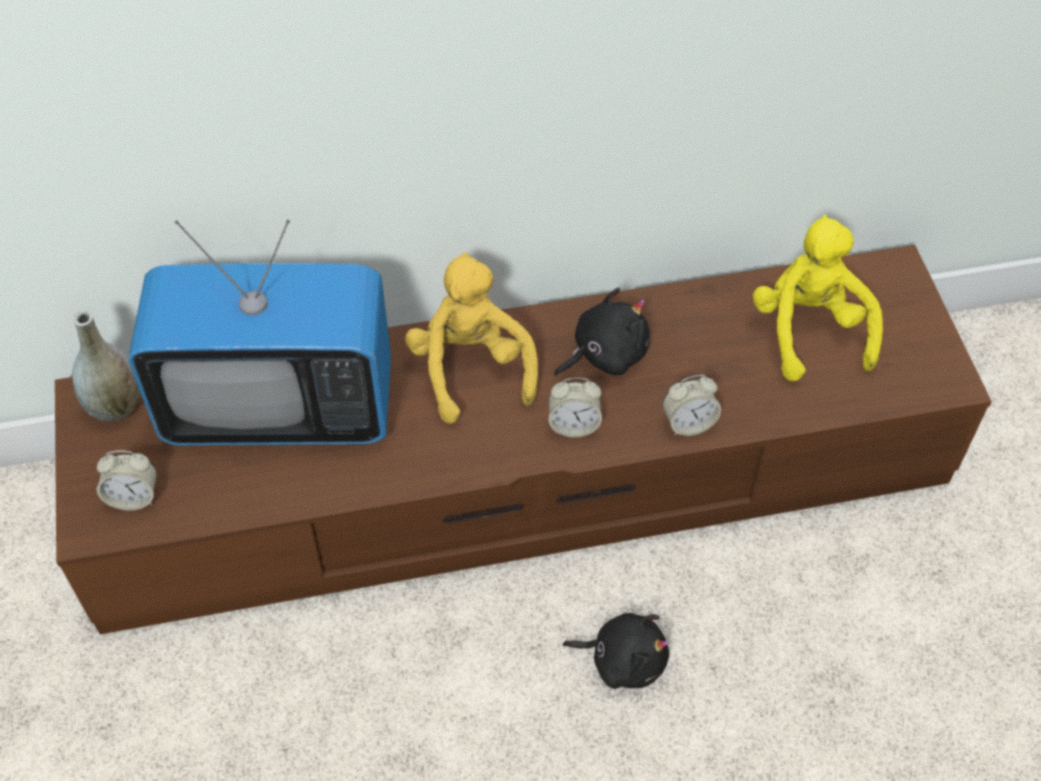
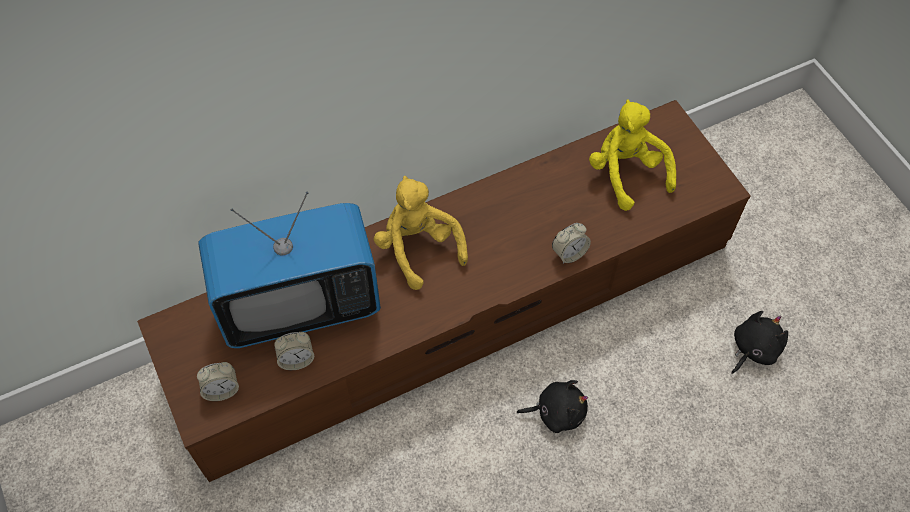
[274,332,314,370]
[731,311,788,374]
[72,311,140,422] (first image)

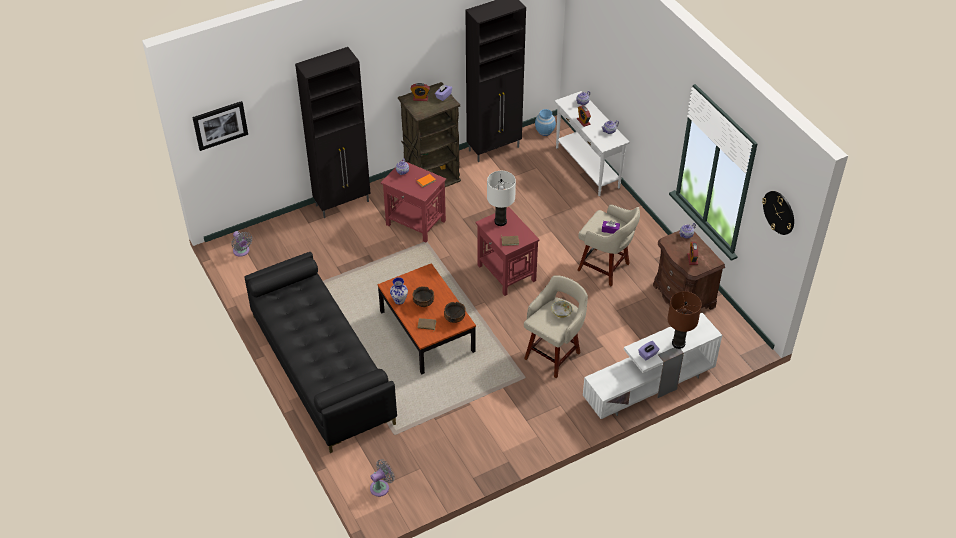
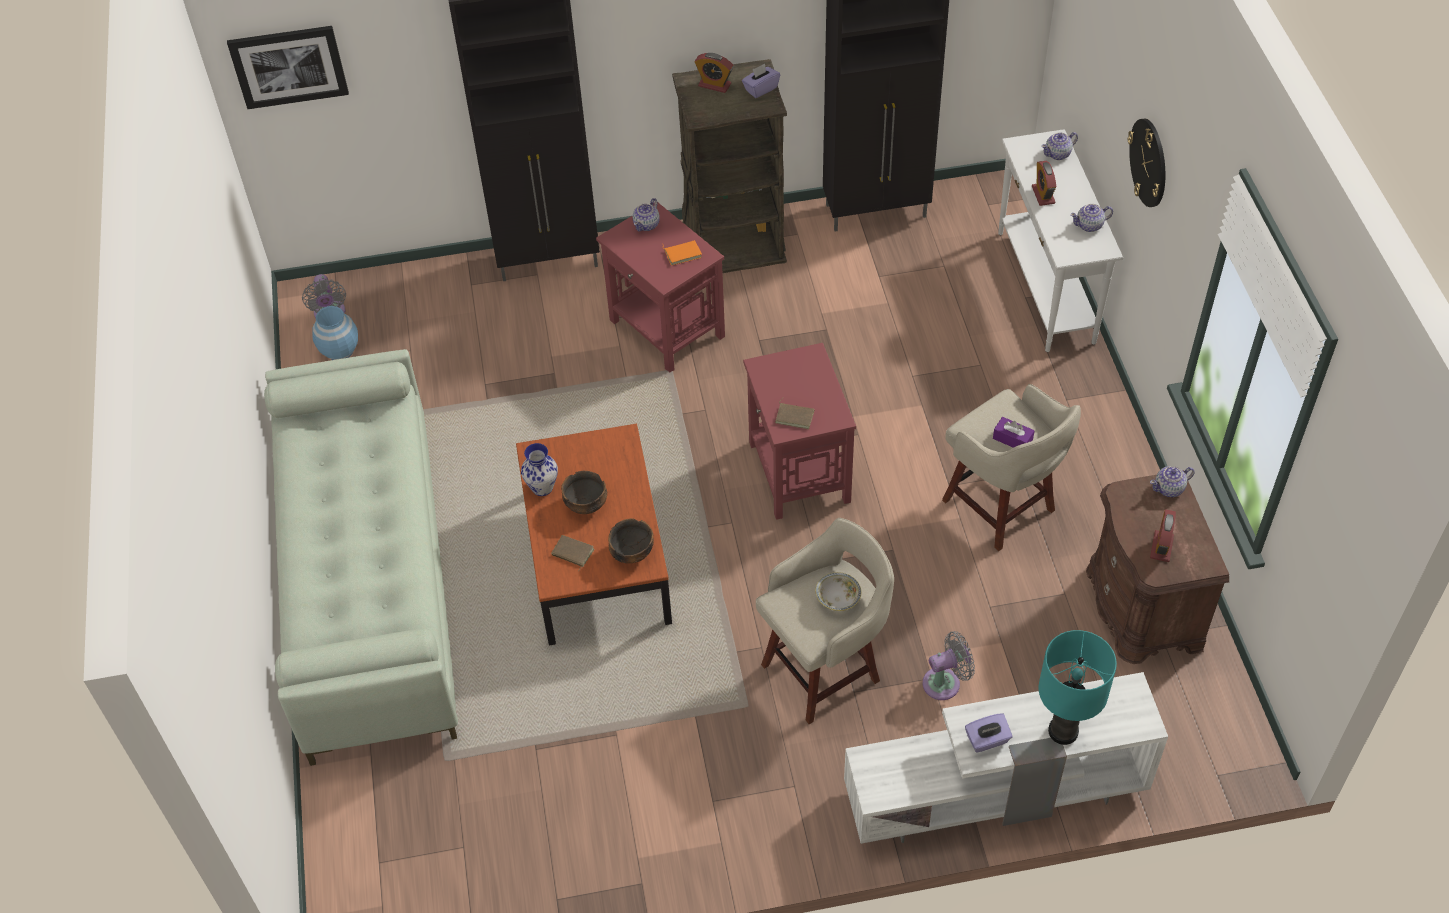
[264,349,458,766]
[312,306,358,360]
[923,631,975,700]
[1038,630,1117,745]
[1128,118,1165,207]
[487,171,516,226] (first image)

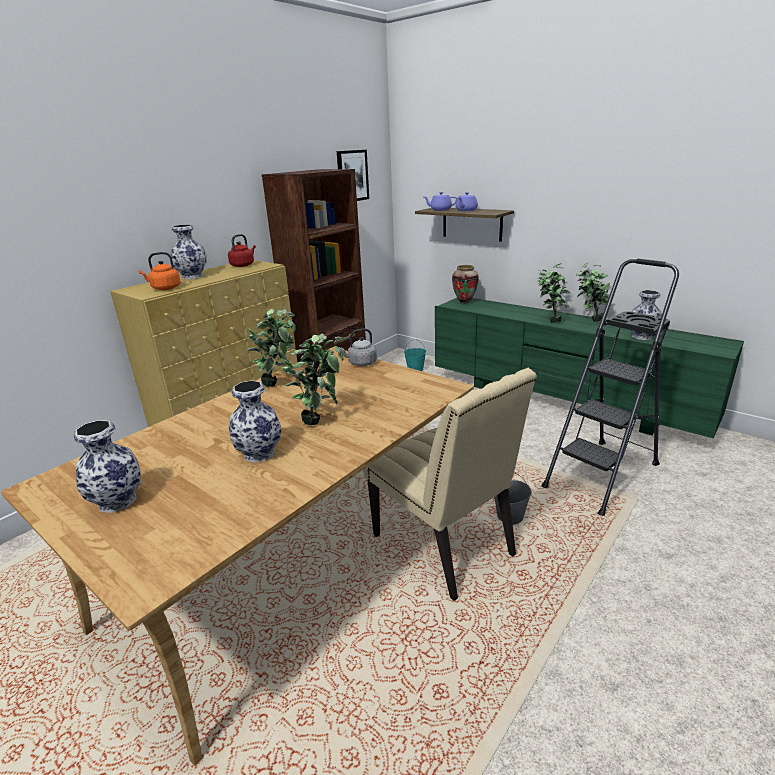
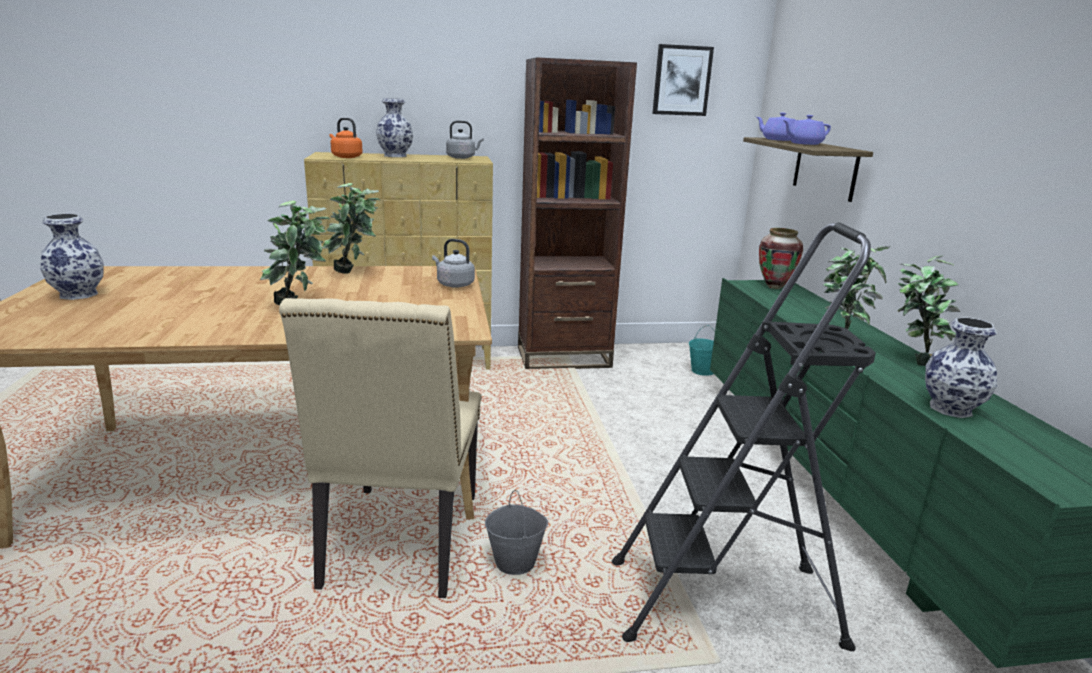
[446,120,484,159]
[229,380,281,463] (first image)

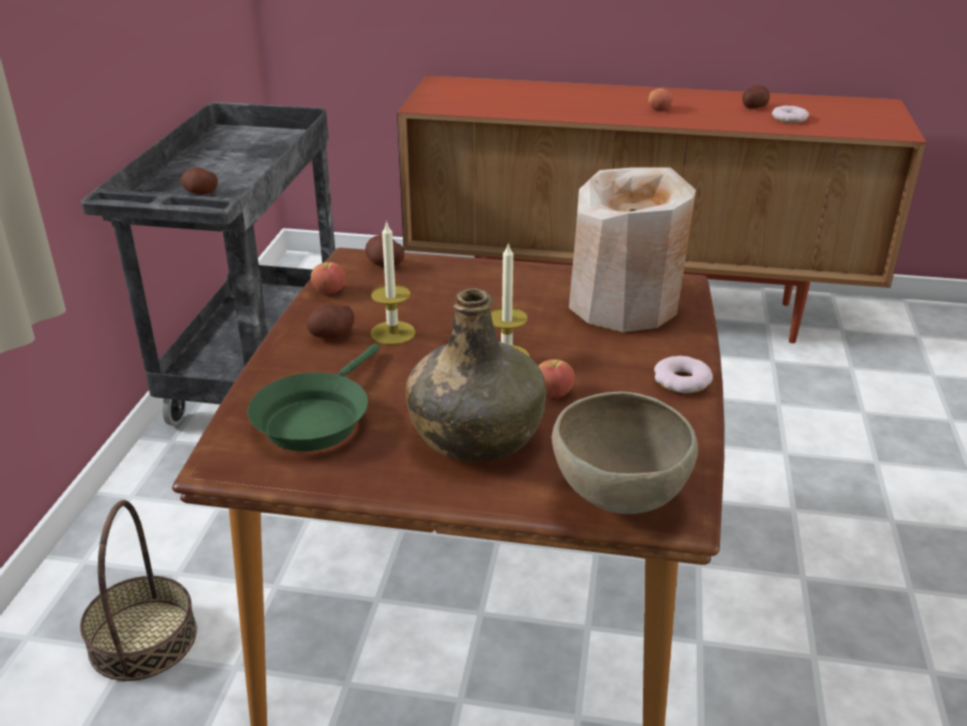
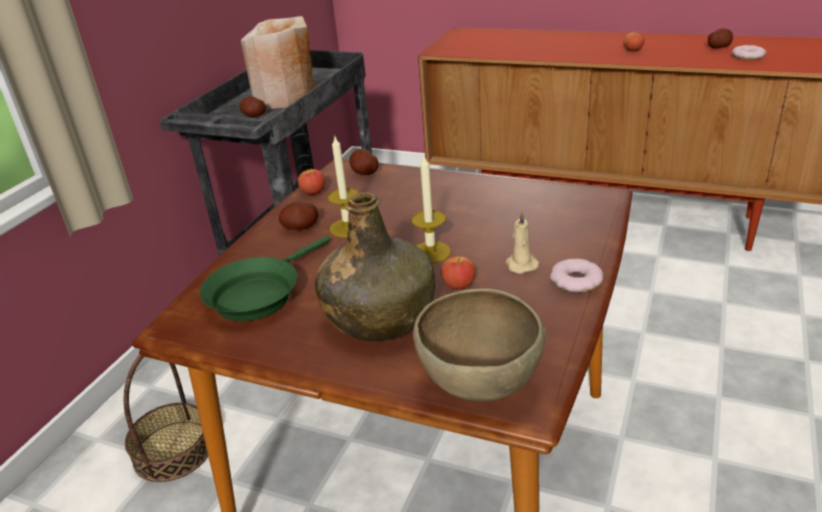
[241,16,314,109]
[505,211,539,274]

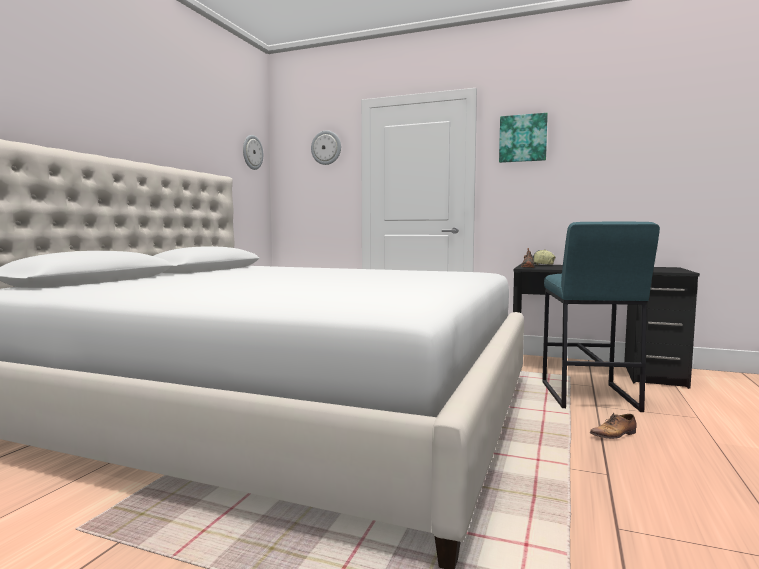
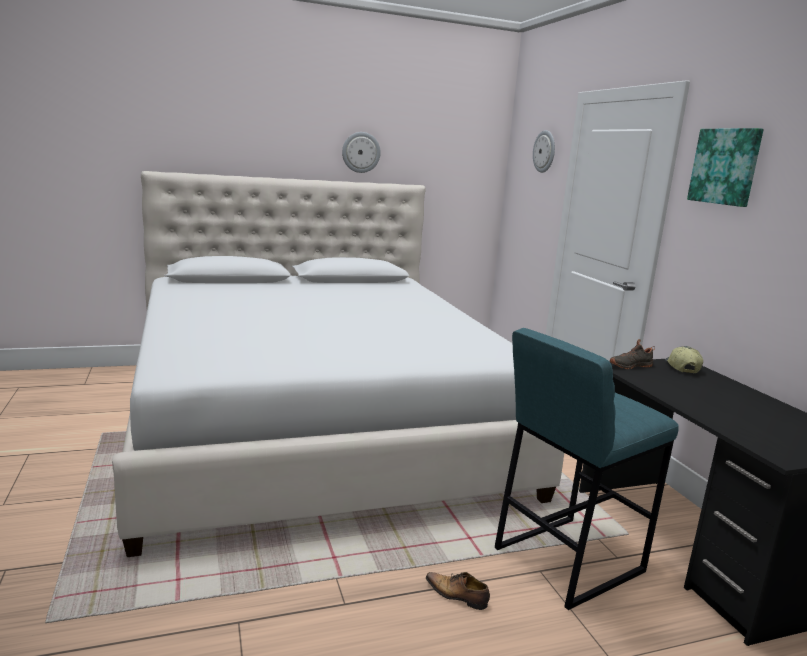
[342,132,381,173]

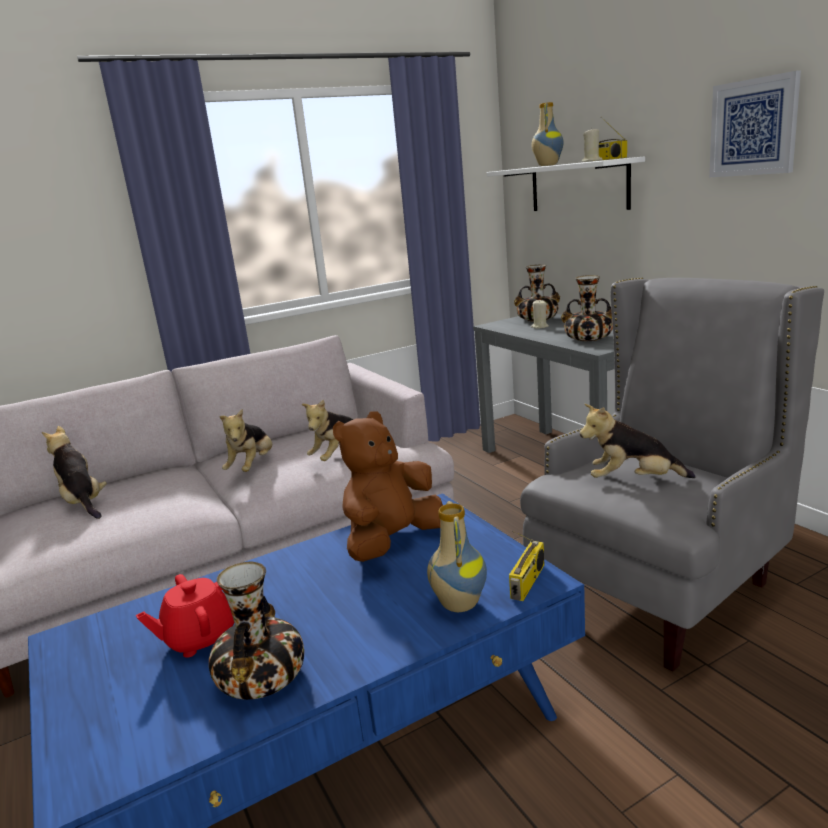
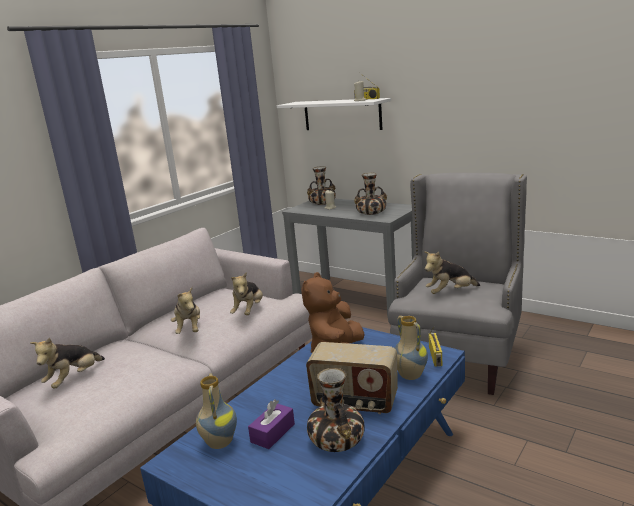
[30,338,105,388]
[196,374,237,449]
[248,400,295,449]
[306,342,398,414]
[709,70,801,177] (first image)

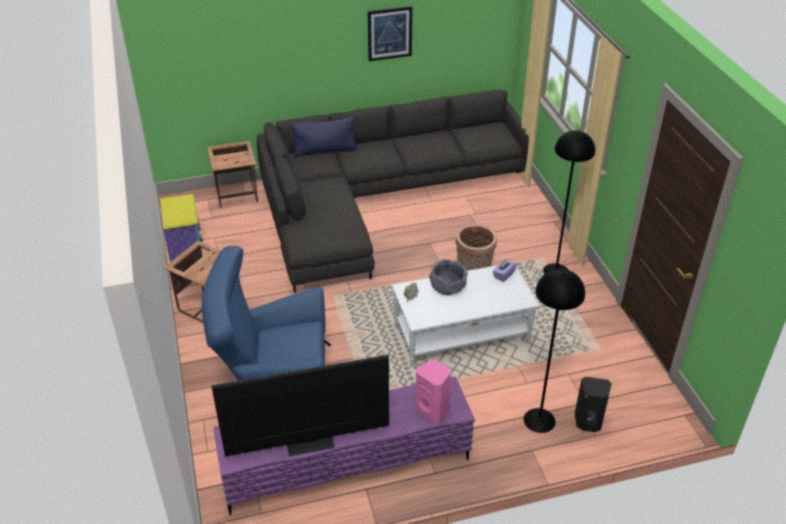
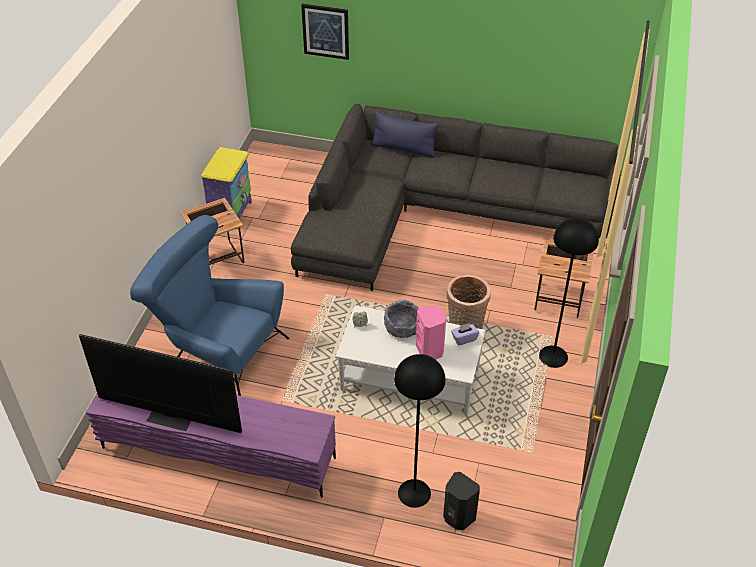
[301,3,349,60]
[416,306,446,360]
[535,240,593,318]

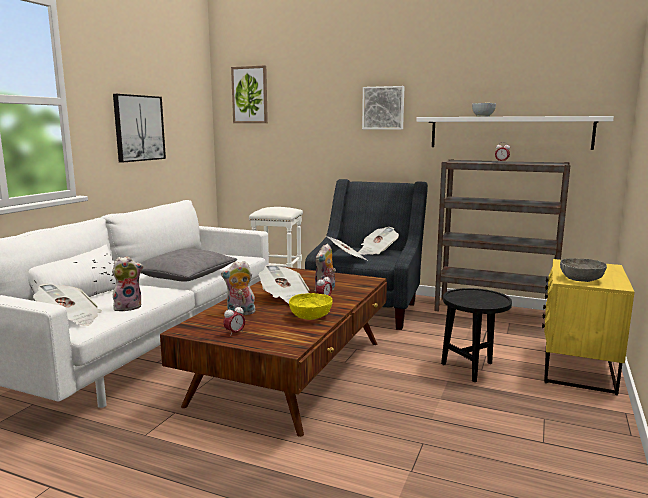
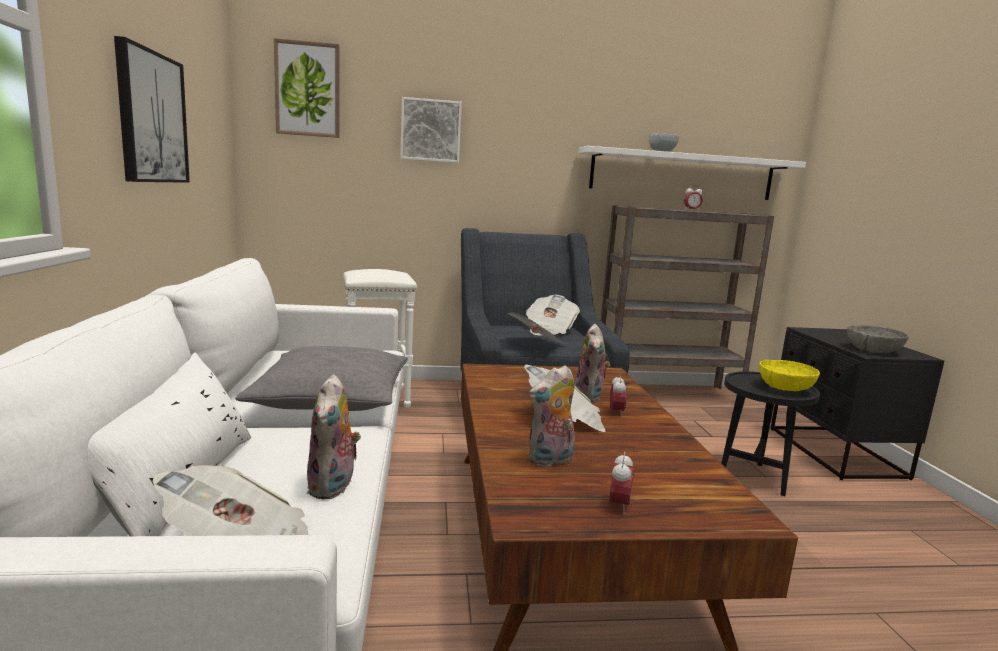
[307,374,361,499]
[400,97,462,163]
[759,360,820,391]
[771,327,944,480]

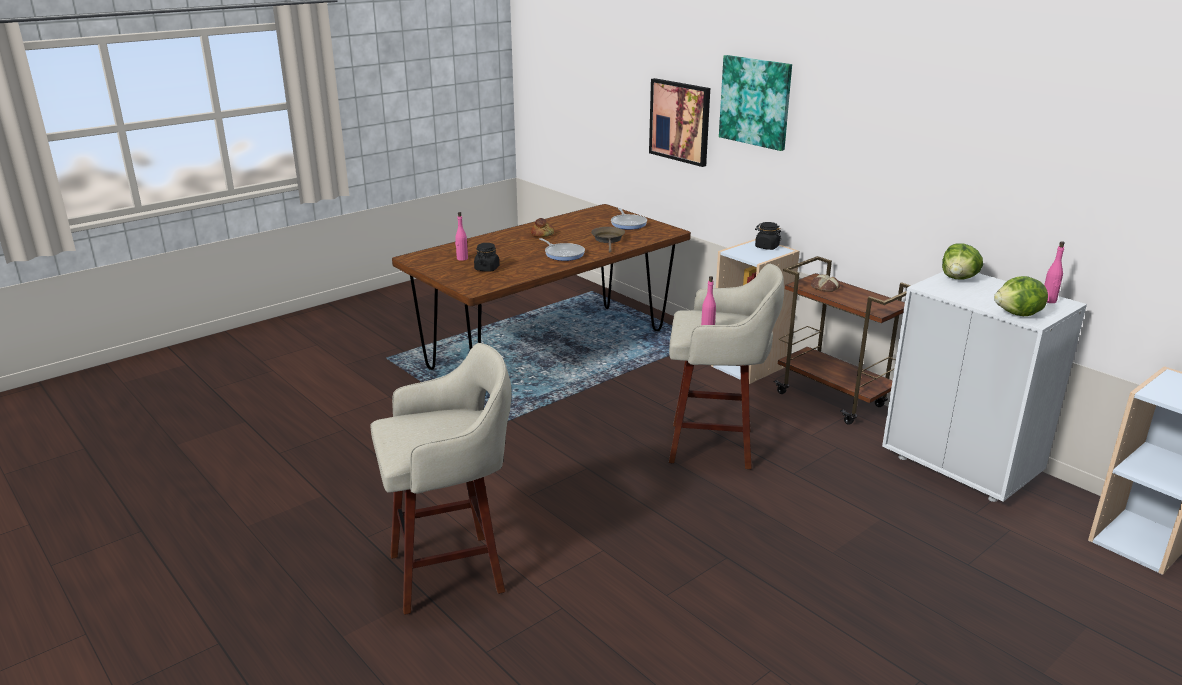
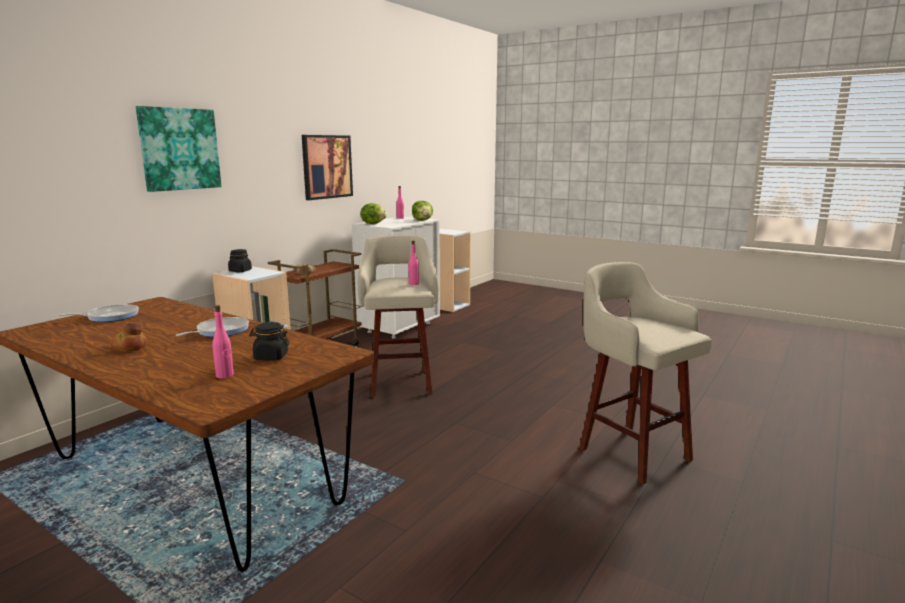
[302,135,353,200]
[591,227,625,252] (first image)

